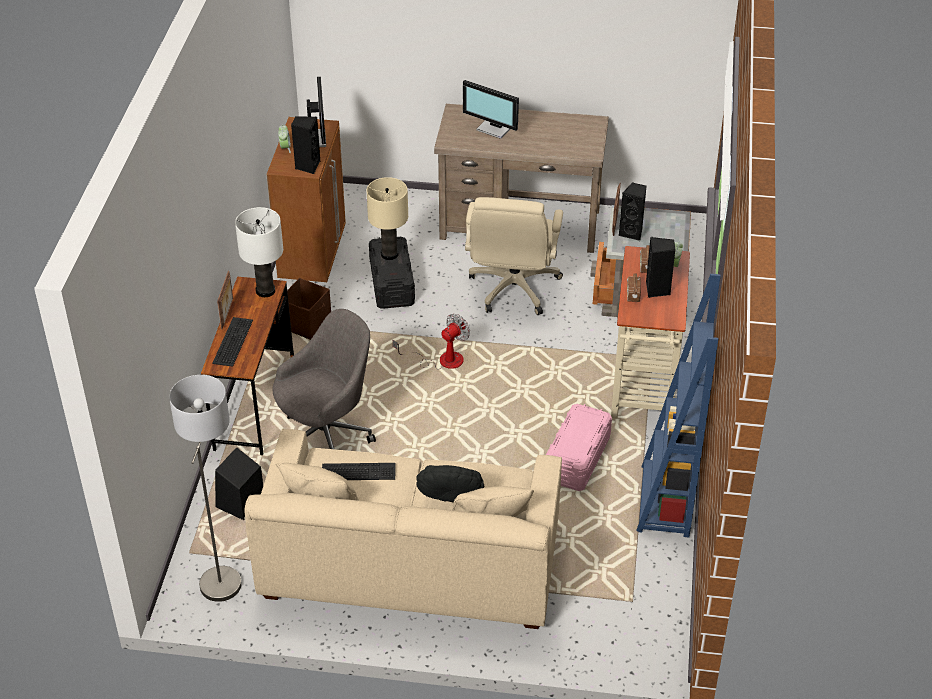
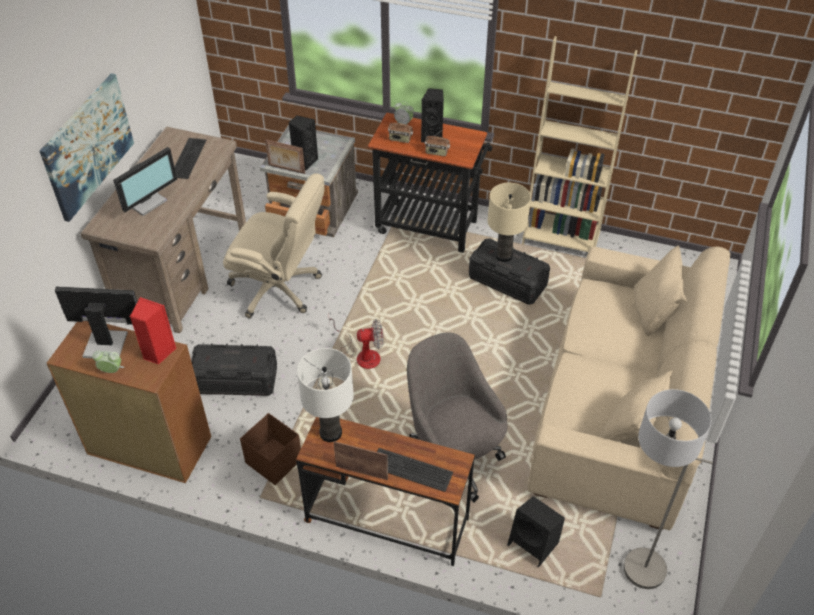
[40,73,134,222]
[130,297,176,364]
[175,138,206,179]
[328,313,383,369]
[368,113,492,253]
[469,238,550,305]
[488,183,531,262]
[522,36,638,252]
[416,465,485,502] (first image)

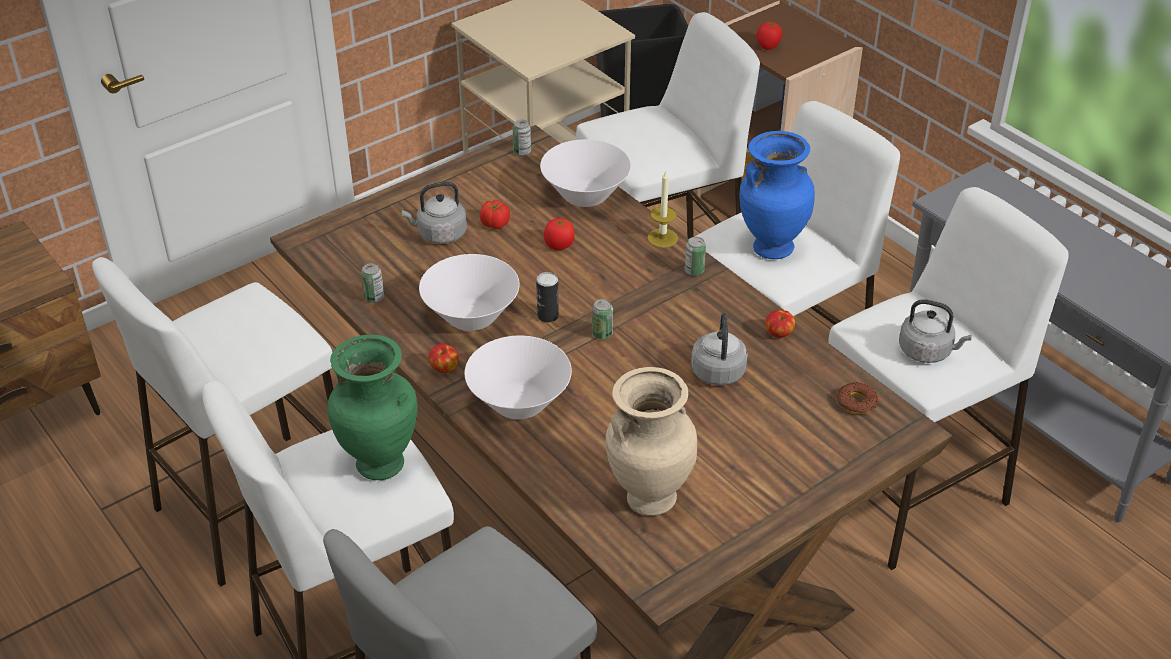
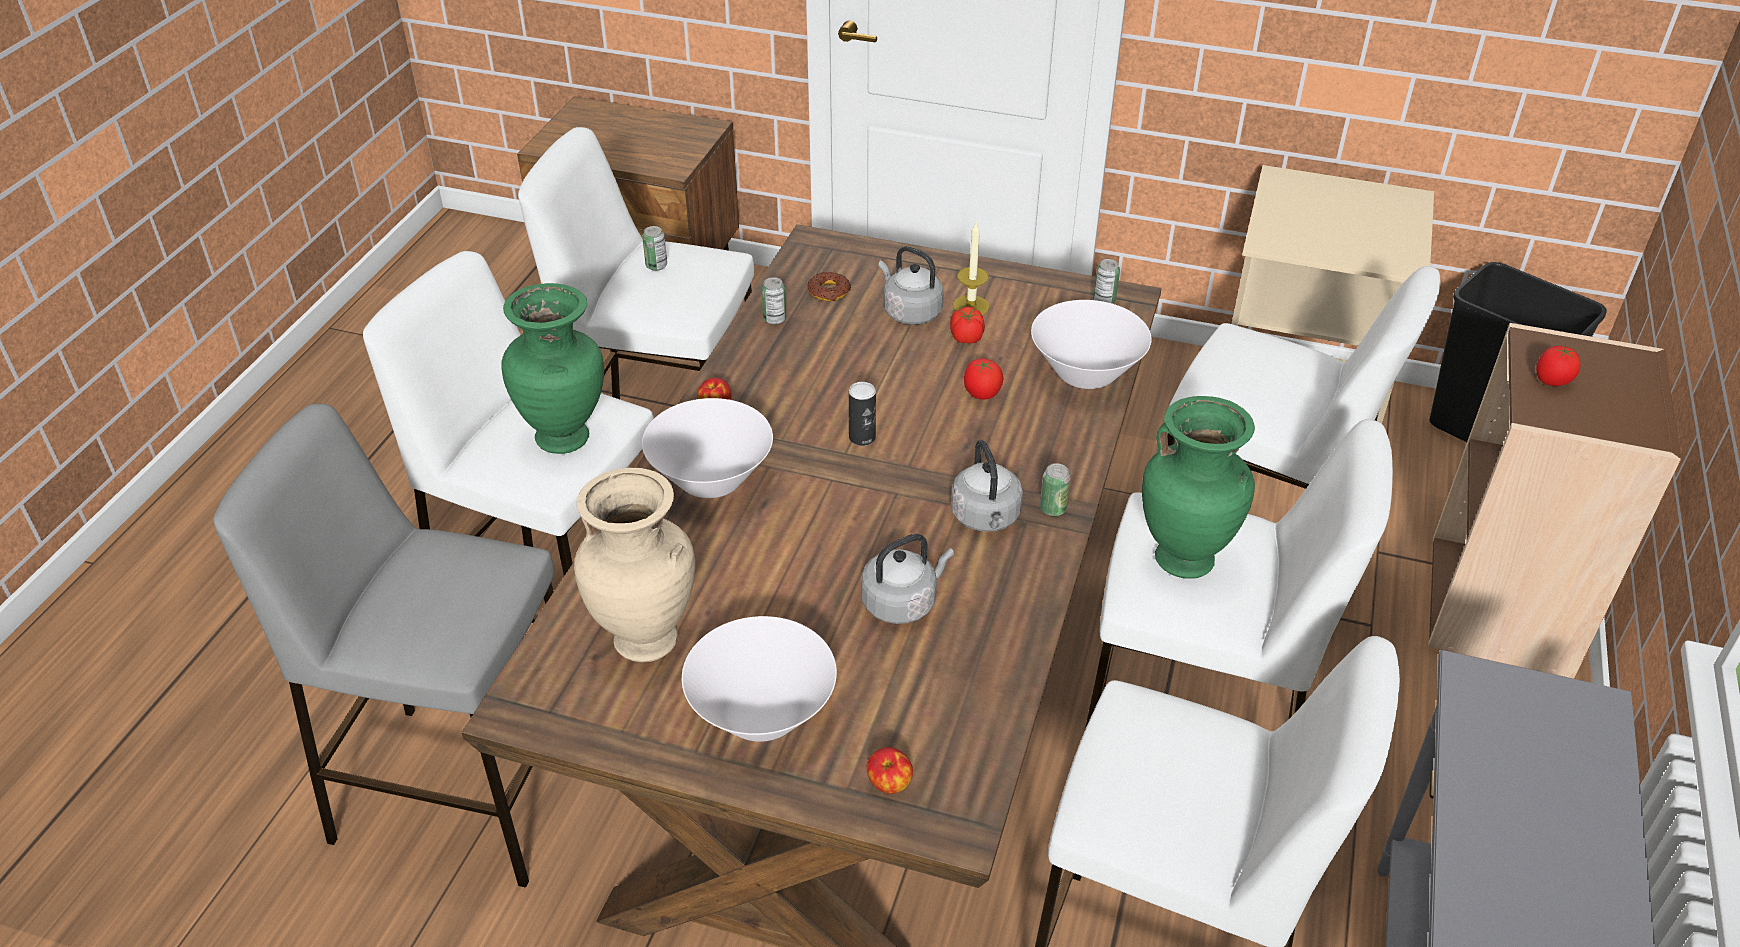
[642,226,667,271]
[682,616,837,742]
[807,272,851,301]
[867,747,913,794]
[951,440,1023,532]
[953,221,990,315]
[1142,396,1255,579]

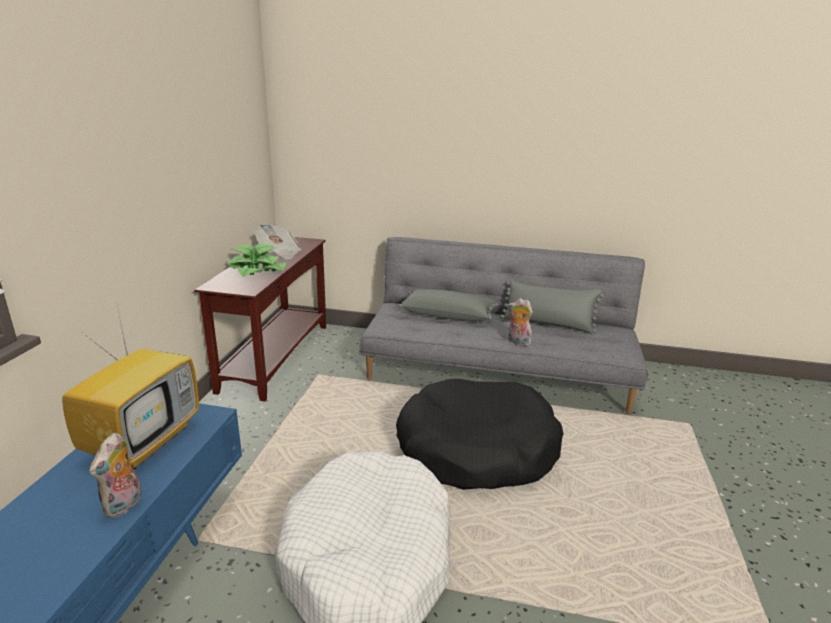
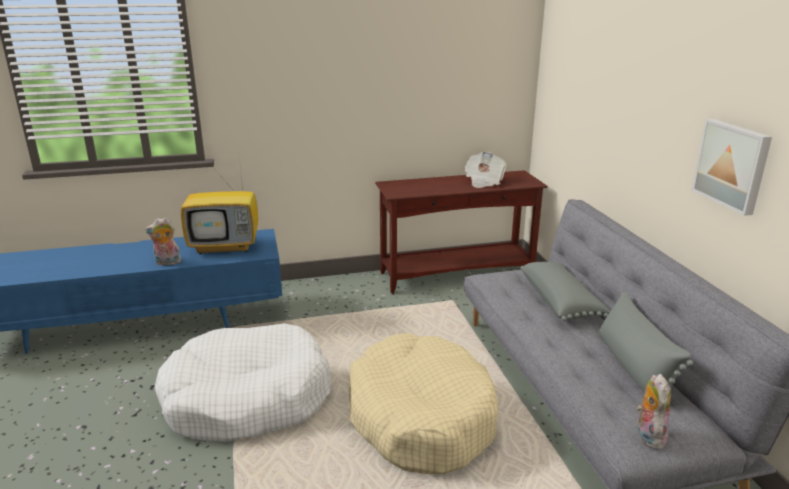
[349,333,499,474]
[637,374,671,450]
[691,119,772,216]
[227,244,287,277] (first image)

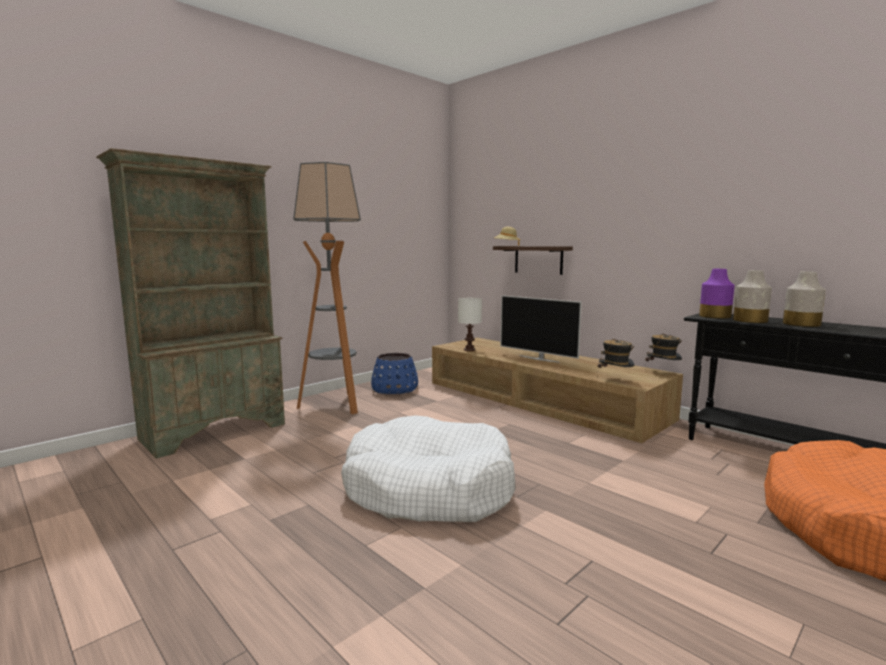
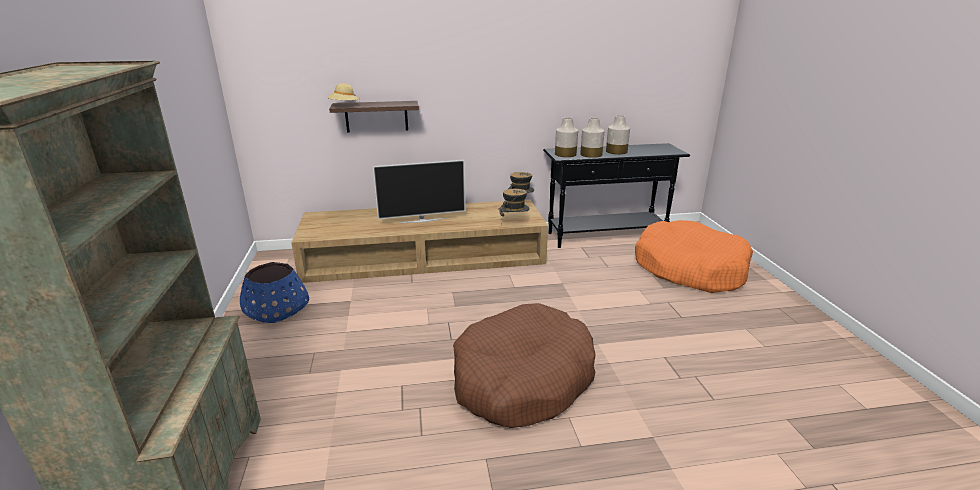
[453,303,596,428]
[555,117,578,157]
[293,162,361,414] (first image)
[458,298,482,351] (first image)

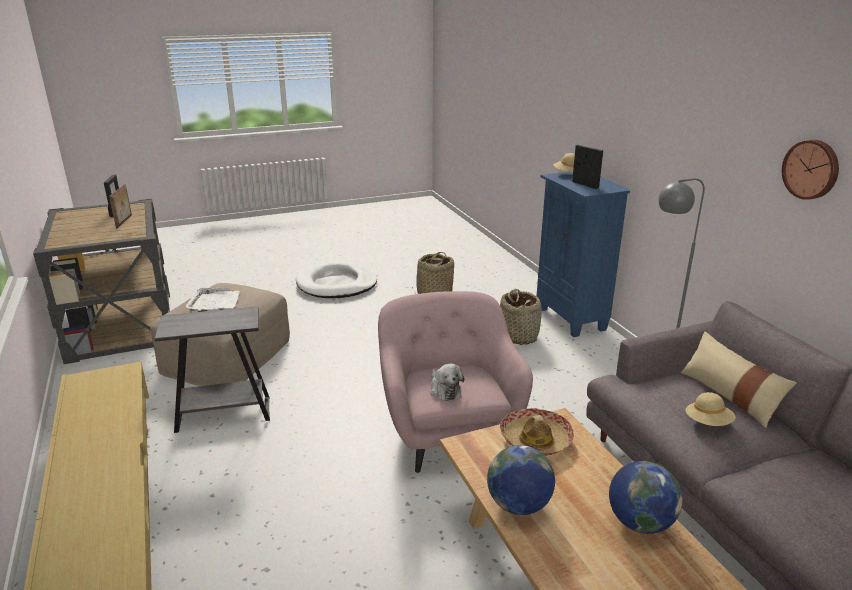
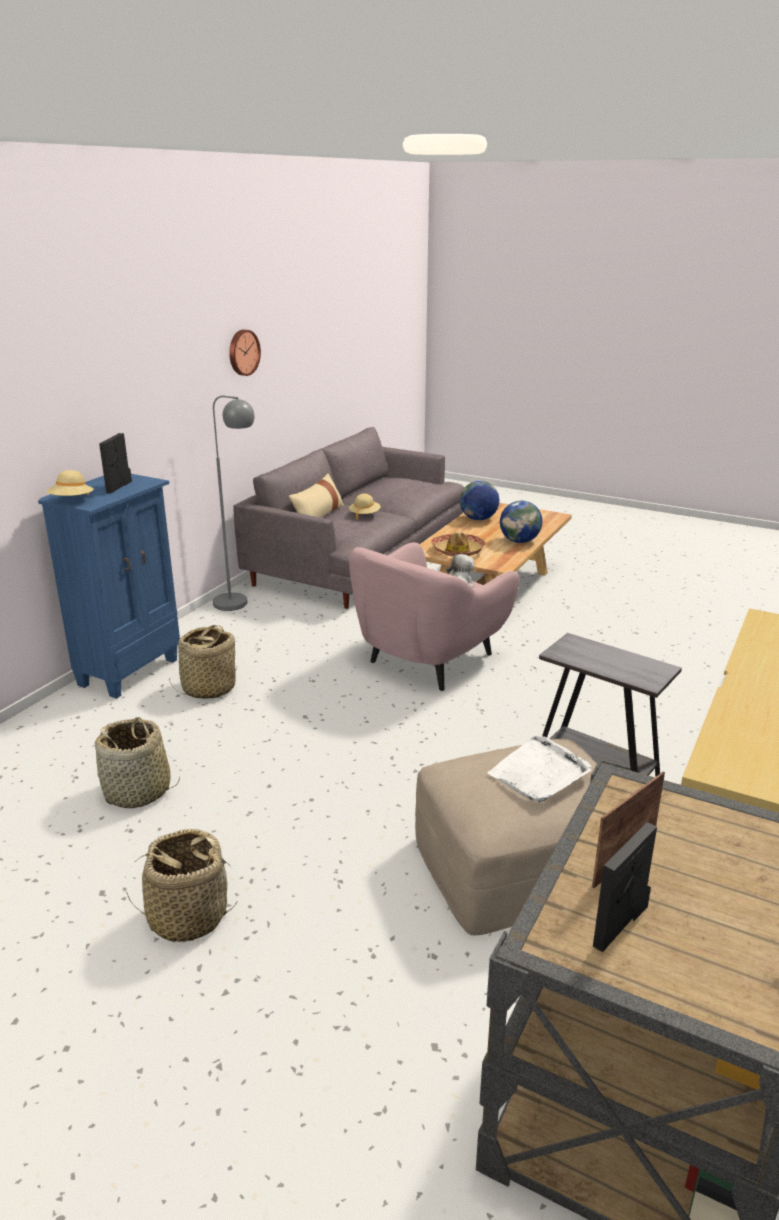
[125,829,237,942]

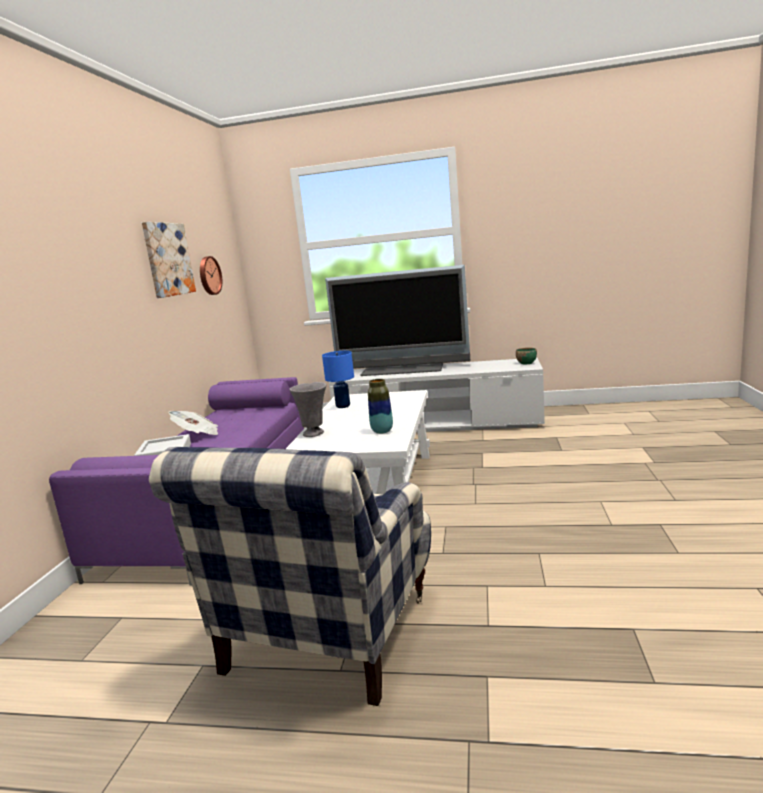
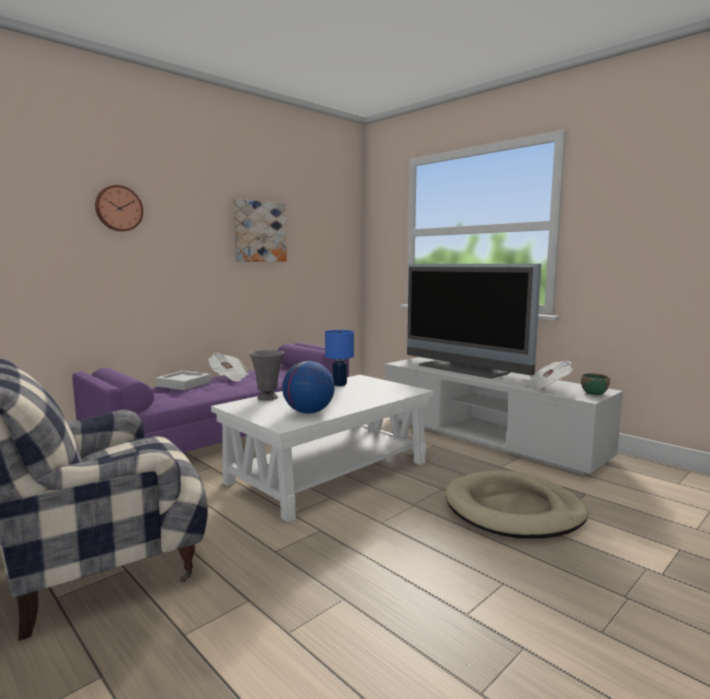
[95,185,143,232]
[282,361,335,414]
[445,470,588,539]
[522,361,573,389]

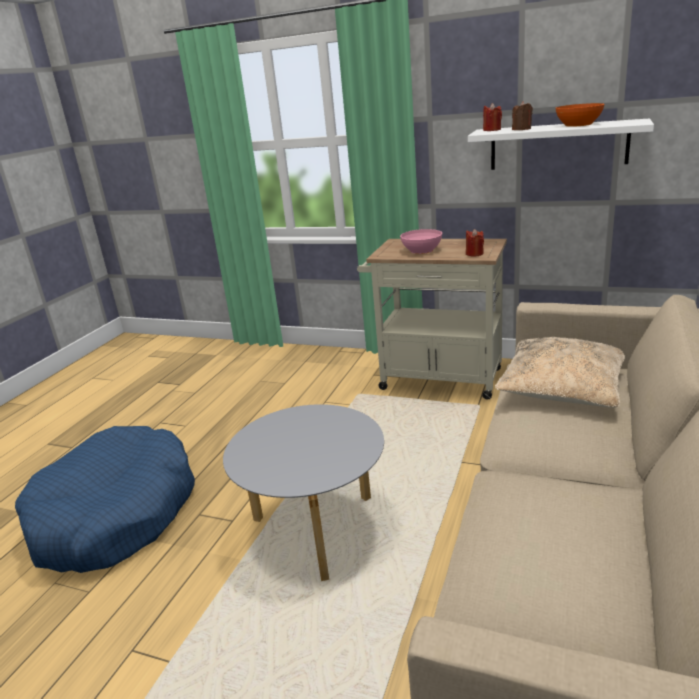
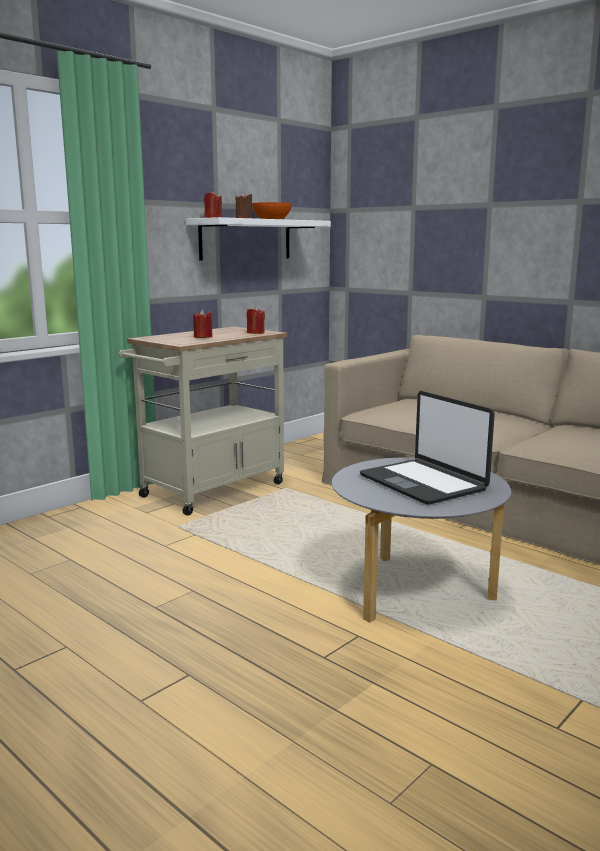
[193,309,213,338]
[360,391,495,505]
[15,426,195,573] (first image)
[495,337,625,407] (first image)

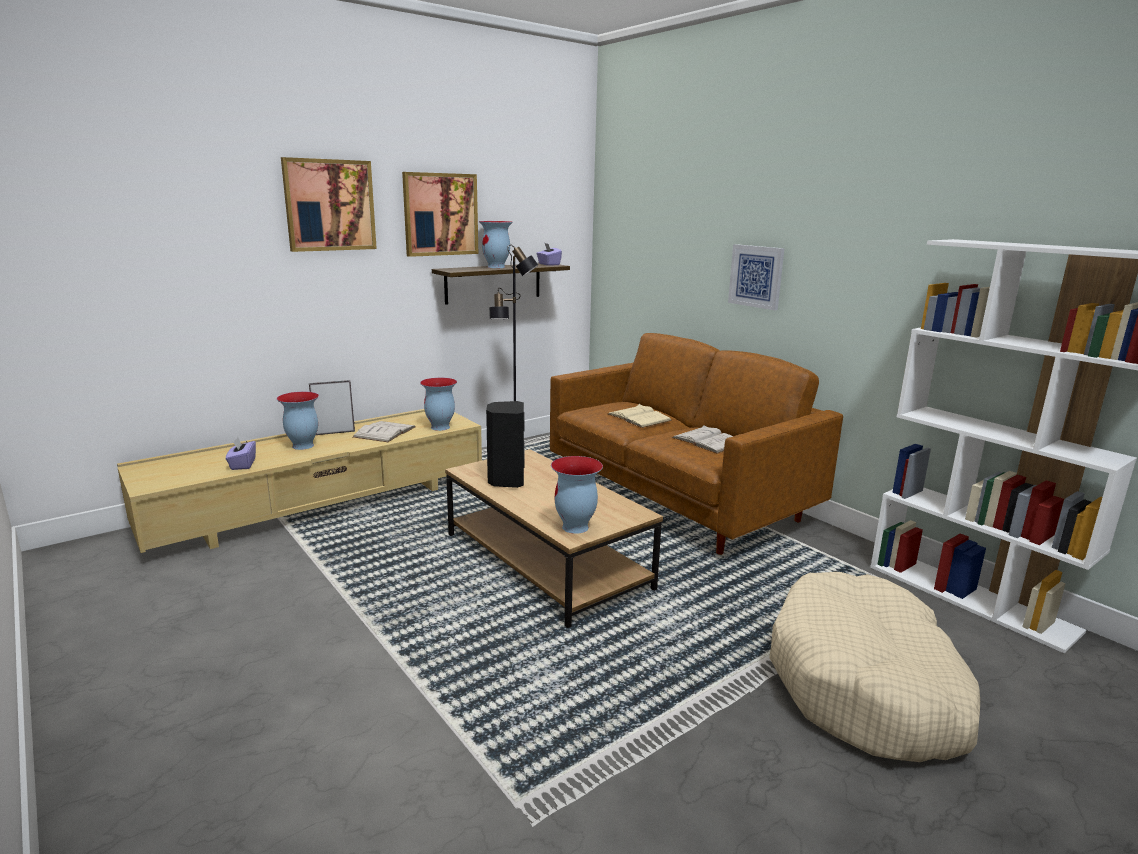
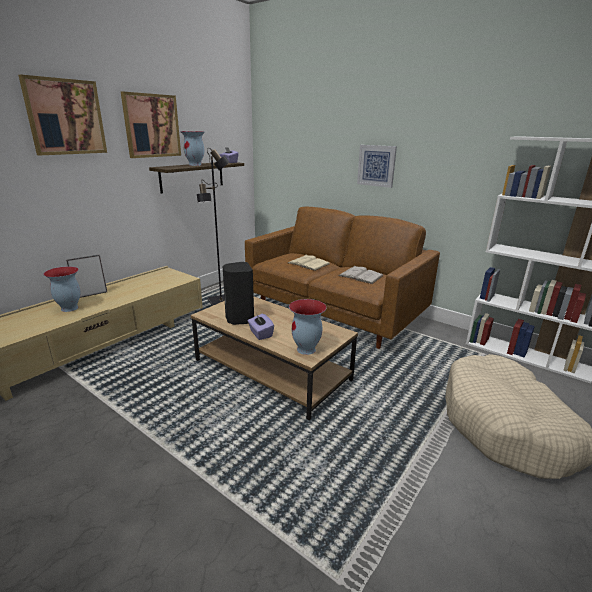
[248,314,274,340]
[353,421,415,442] (first image)
[420,377,457,431] (first image)

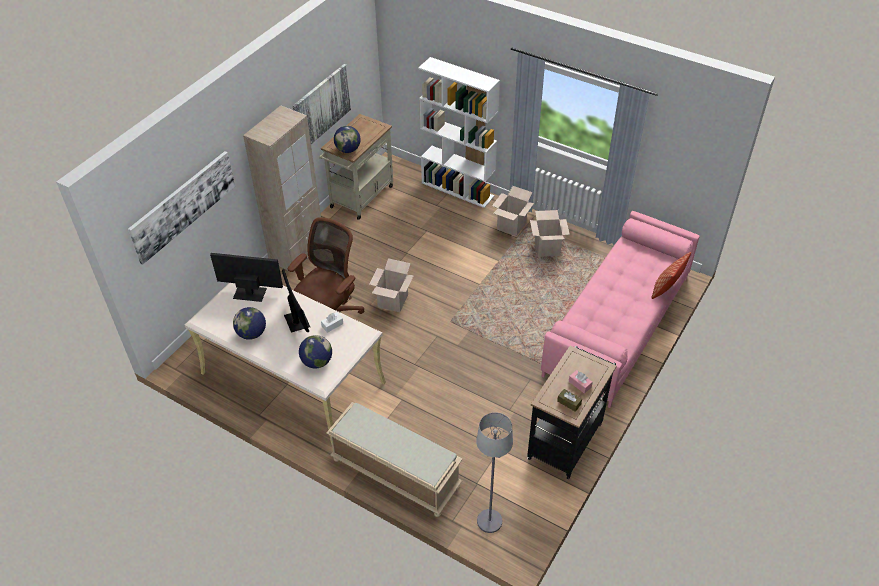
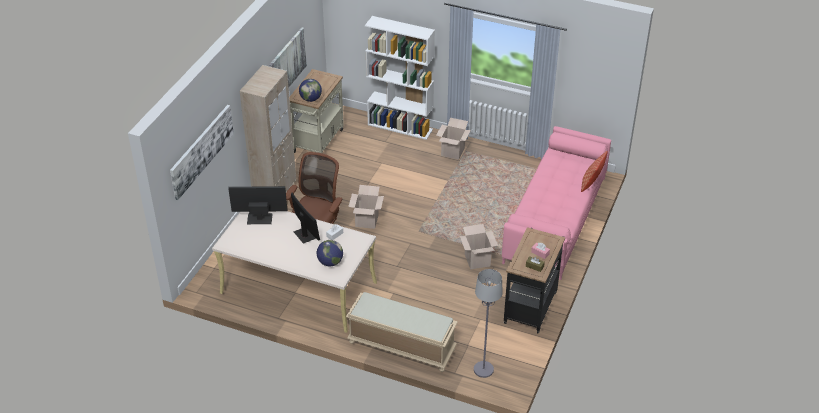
[460,224,498,270]
[233,307,266,340] (first image)

